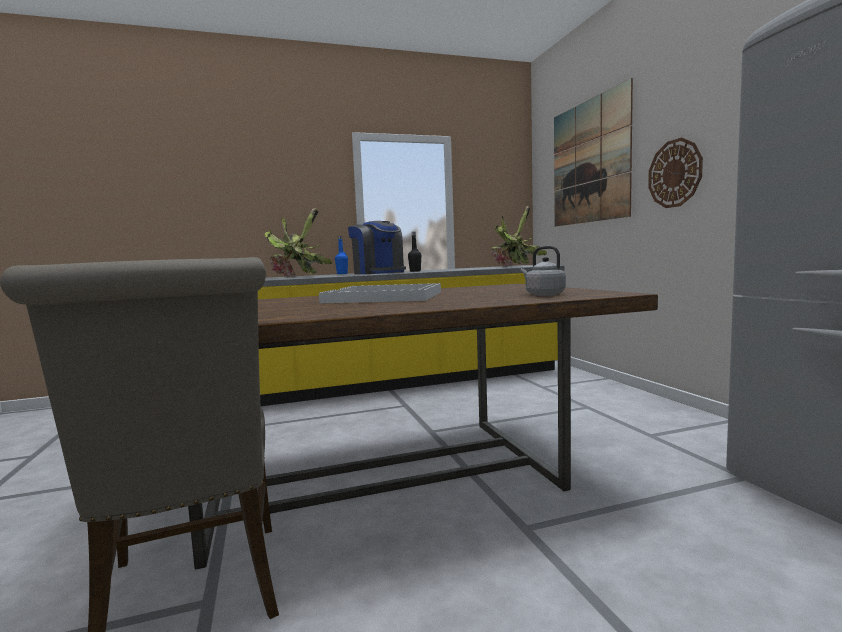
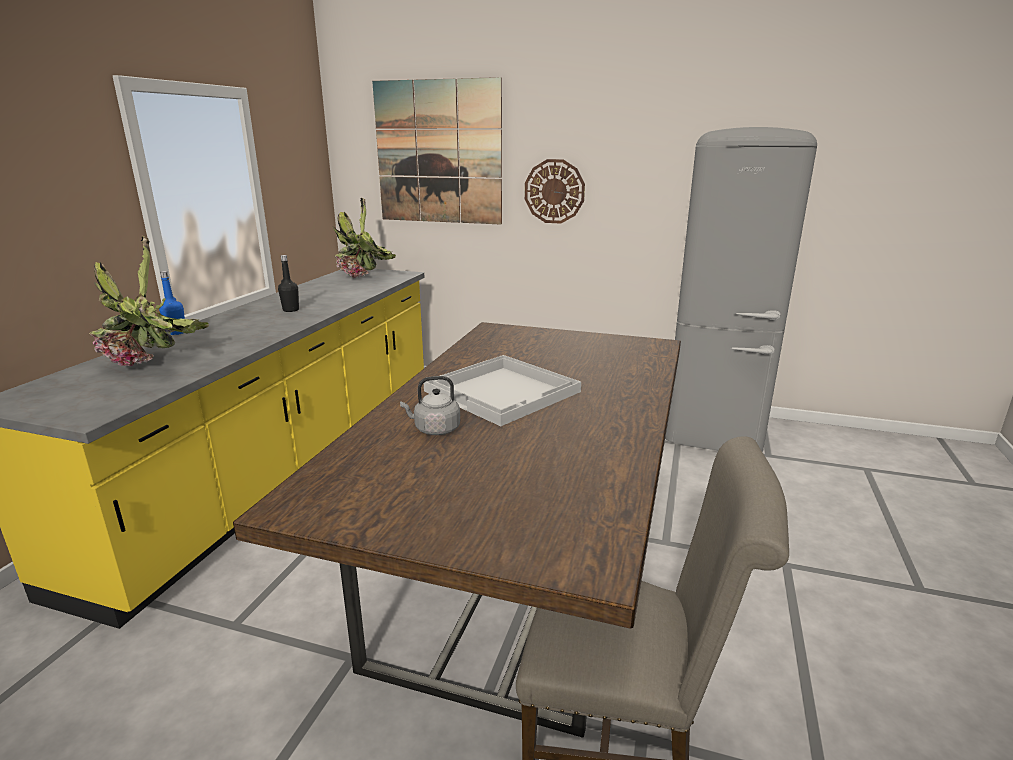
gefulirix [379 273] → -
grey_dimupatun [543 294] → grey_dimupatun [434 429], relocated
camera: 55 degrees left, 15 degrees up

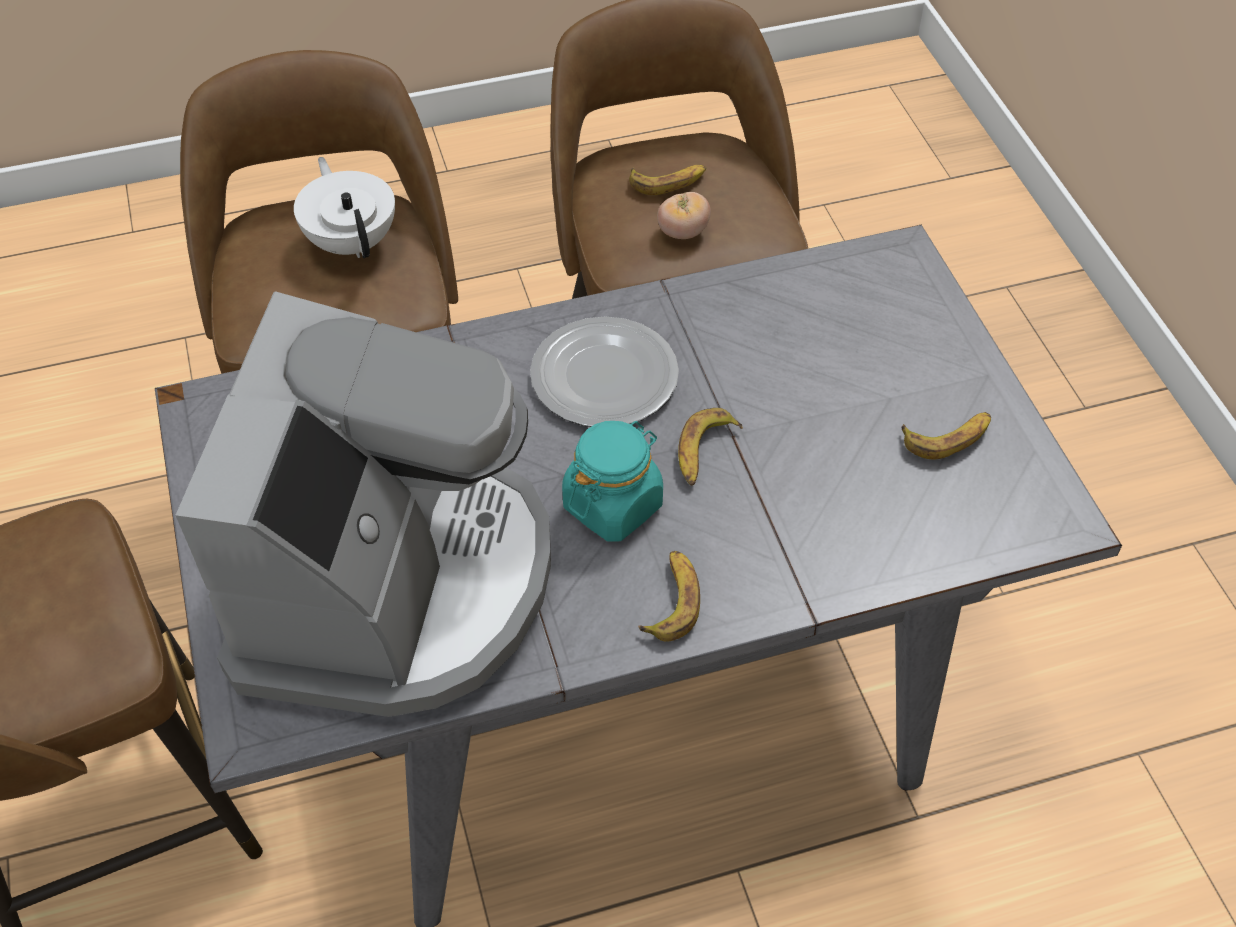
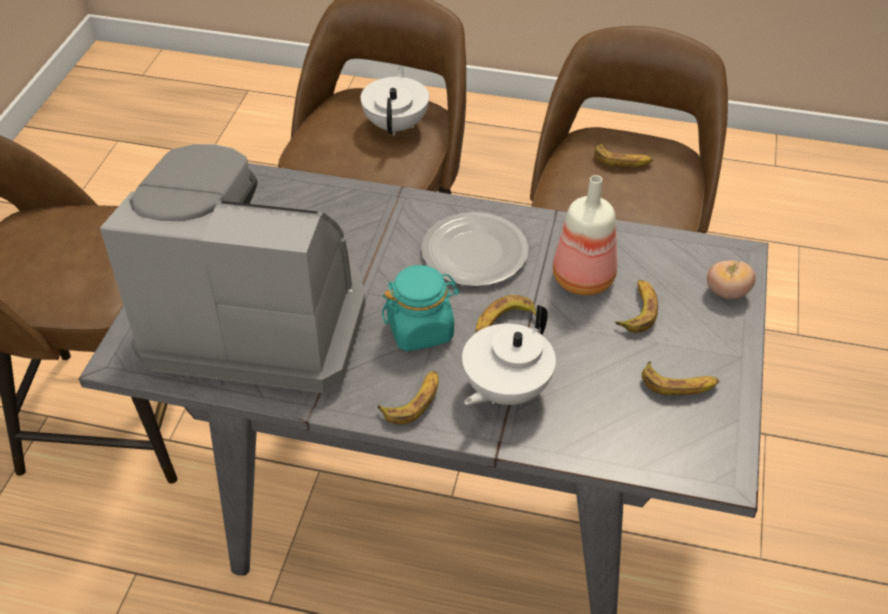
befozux [682 232] → befozux [726 292], relocated
gefulirix [395 585] → gefulirix [258 318], 120 degrees counterclockwise
- → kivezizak [583 277]
- → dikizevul [637 310]
- → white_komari [505 389]
camera: 30 degrees right, 5 degrees down

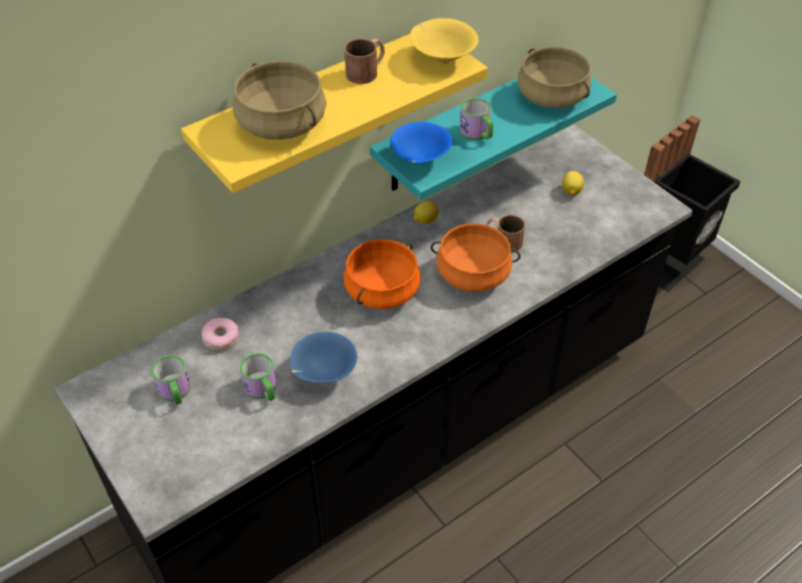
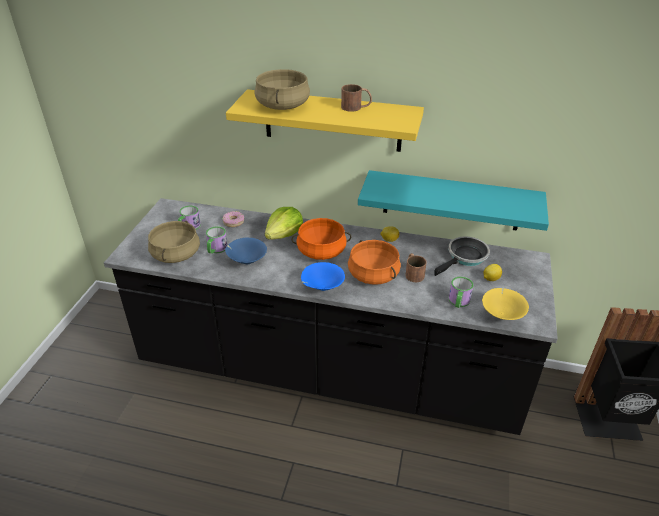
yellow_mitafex [441 58] → yellow_mitafex [502 314], relocated
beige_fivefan [552 97] → beige_fivefan [176 255], relocated
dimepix [477 133] → dimepix [458 302], relocated
blue_mitafex [420 160] → blue_mitafex [322 288], relocated
- → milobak [284 235]
- → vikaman [465 257]
camera: 50 degrees right, 10 degrees down

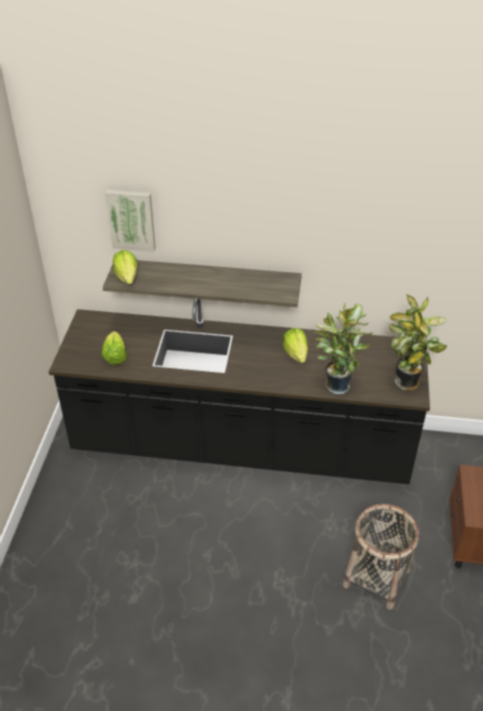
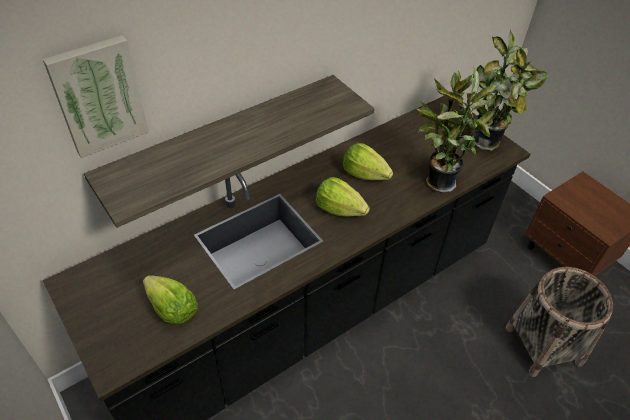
milobak [127 277] → milobak [339 209], relocated
camera: 45 degrees left, 5 degrees up

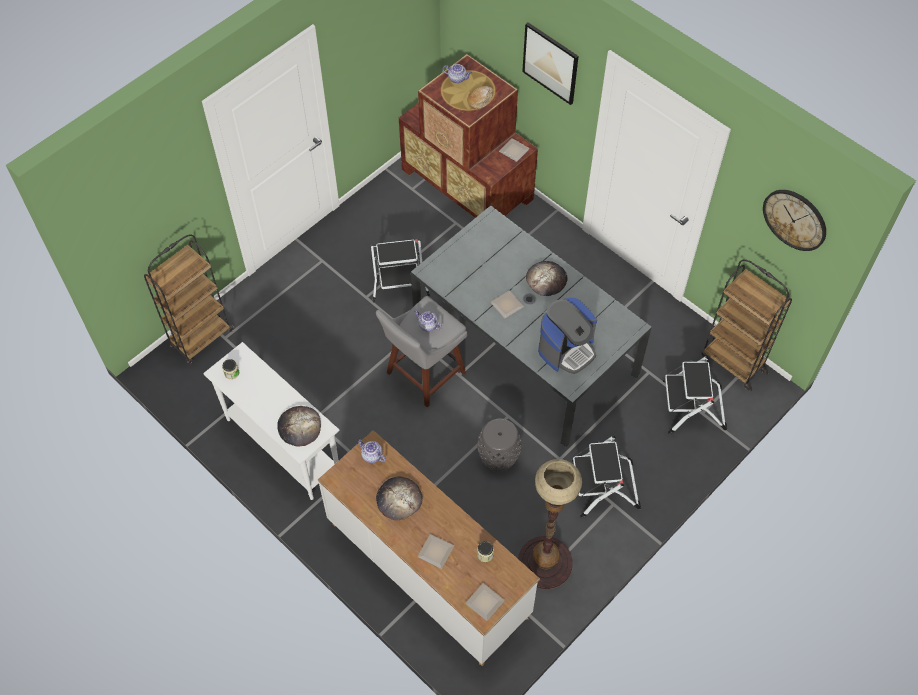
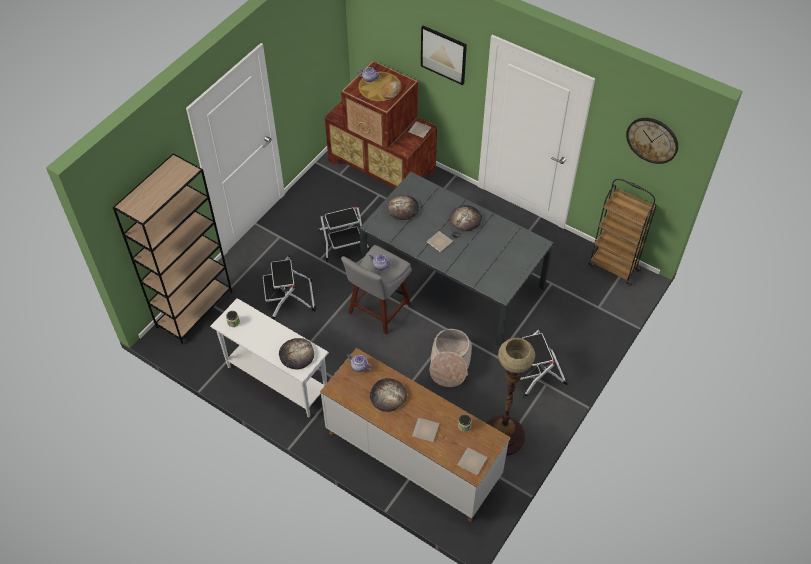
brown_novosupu [201 339] → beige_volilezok [194 309]
gefulirix [567 349] → -
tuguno [693 406] → tuguno [290 298], relocated
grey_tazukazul [498 457] → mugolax [449 363]
- → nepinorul [403 209]
camera: 10 degrees left, 5 degrees down

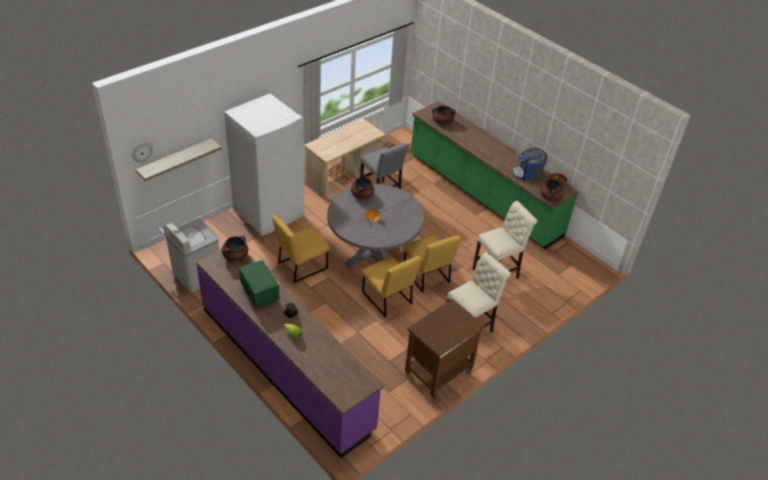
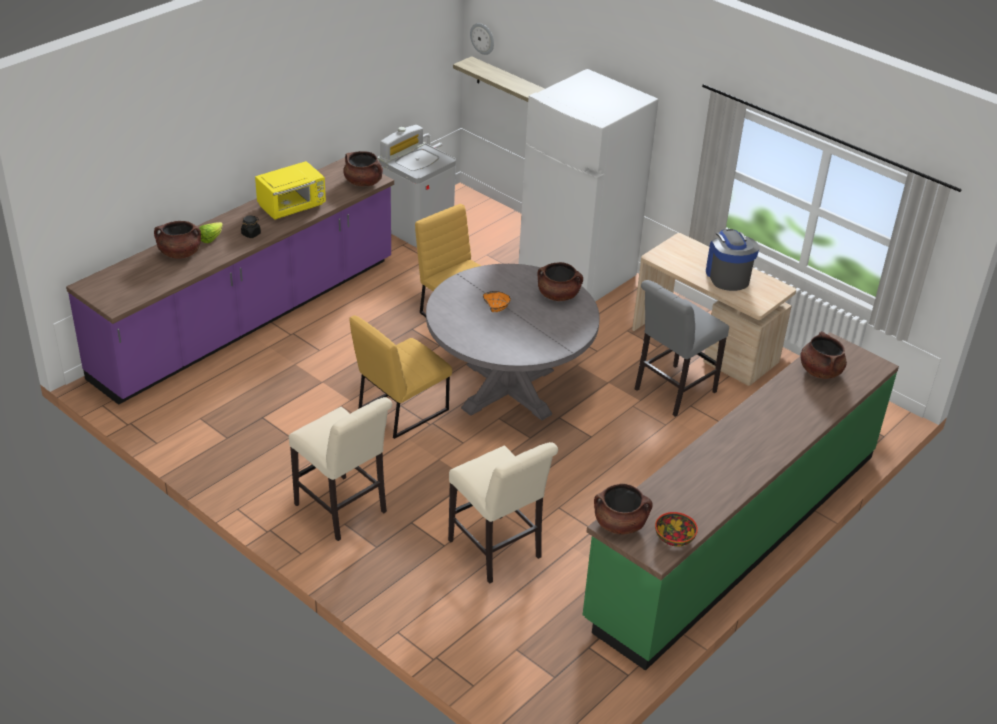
gefulirix [528 174] → gefulirix [727 276], relocated
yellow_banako [426 276] → -
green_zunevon [260 292] → yellow_zunevon [292 207]
brown_novosupu [437 374] → -
- → brown_fivefan [180 253]
camera: 85 degrees right, 5 degrees down

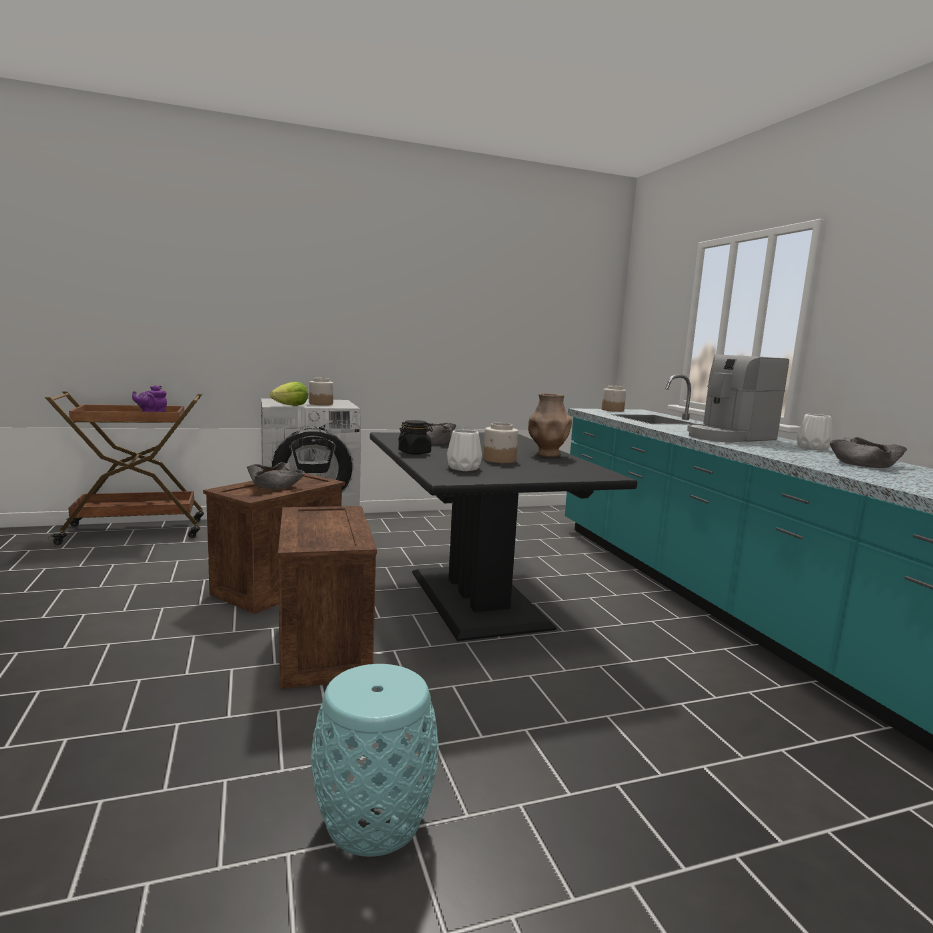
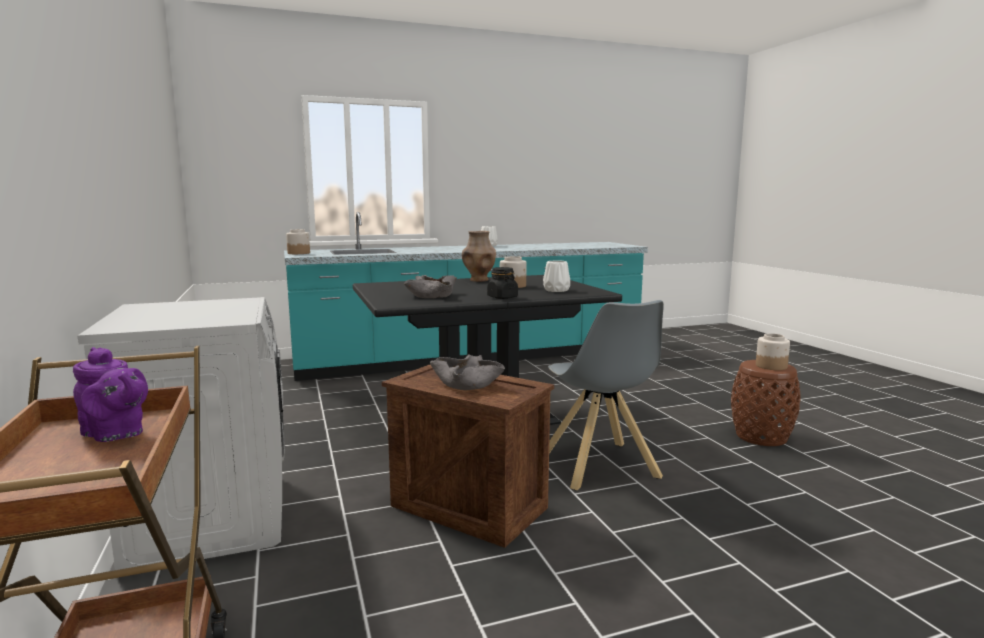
gefulirix [729 437] → -
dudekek [321 404] → dudekek [770 366], relocated
milobak [291 406] → -
grey_mitafex [865 464] → -
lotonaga [322 648] → grey_banako [600 467]
turquoise_tazukazul [374 820] → brown_tazukazul [761 437]
camera: 90 degrees left, 0 degrees up

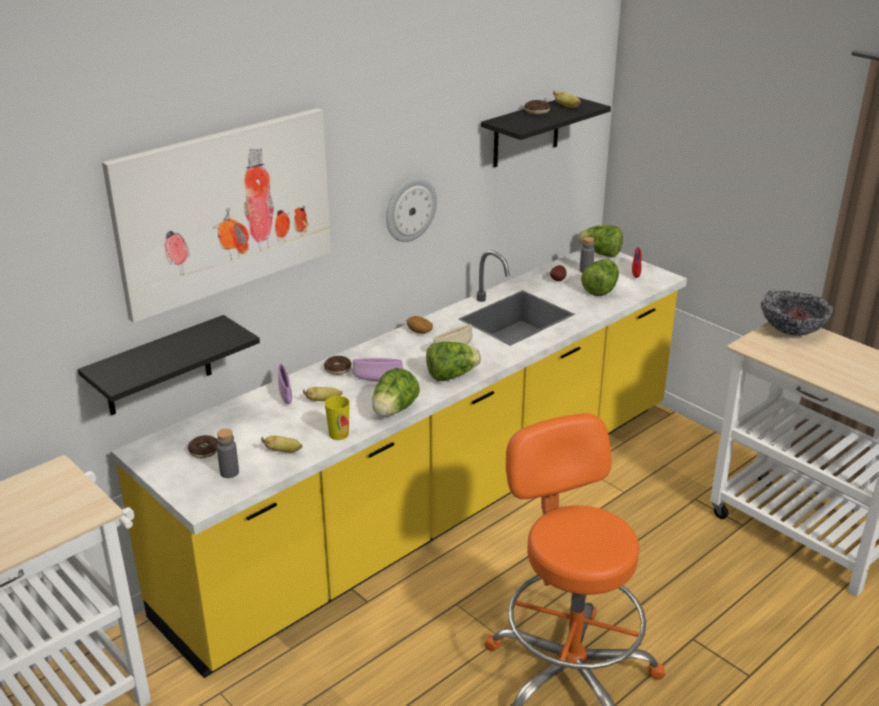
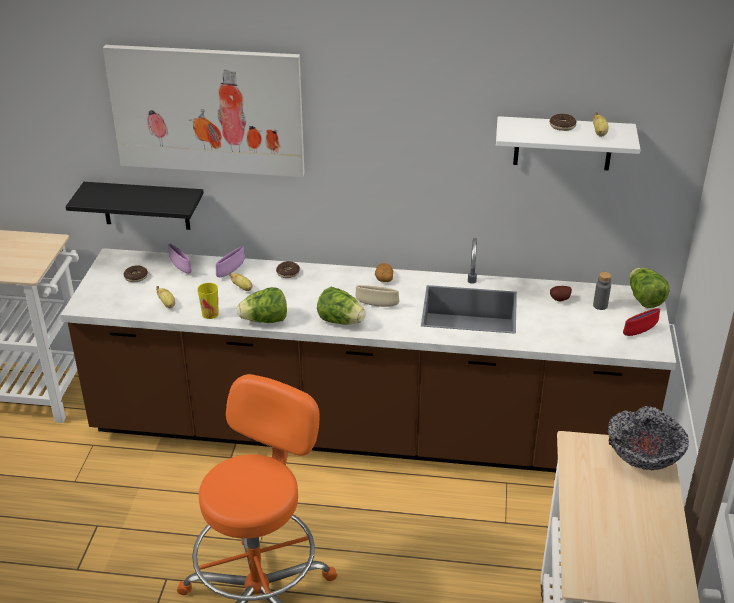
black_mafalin [526 132] → white_mafalin [563 143]
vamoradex [410 209] → -
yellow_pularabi [439 505] → brown_pularabi [367 433]
milobak [600 290] → -
purple_mitafex [378 379] → purple_mitafex [180 268], relocated
grey_kivezizak [229 472] → -
camera: 50 degrees right, 5 degrees up

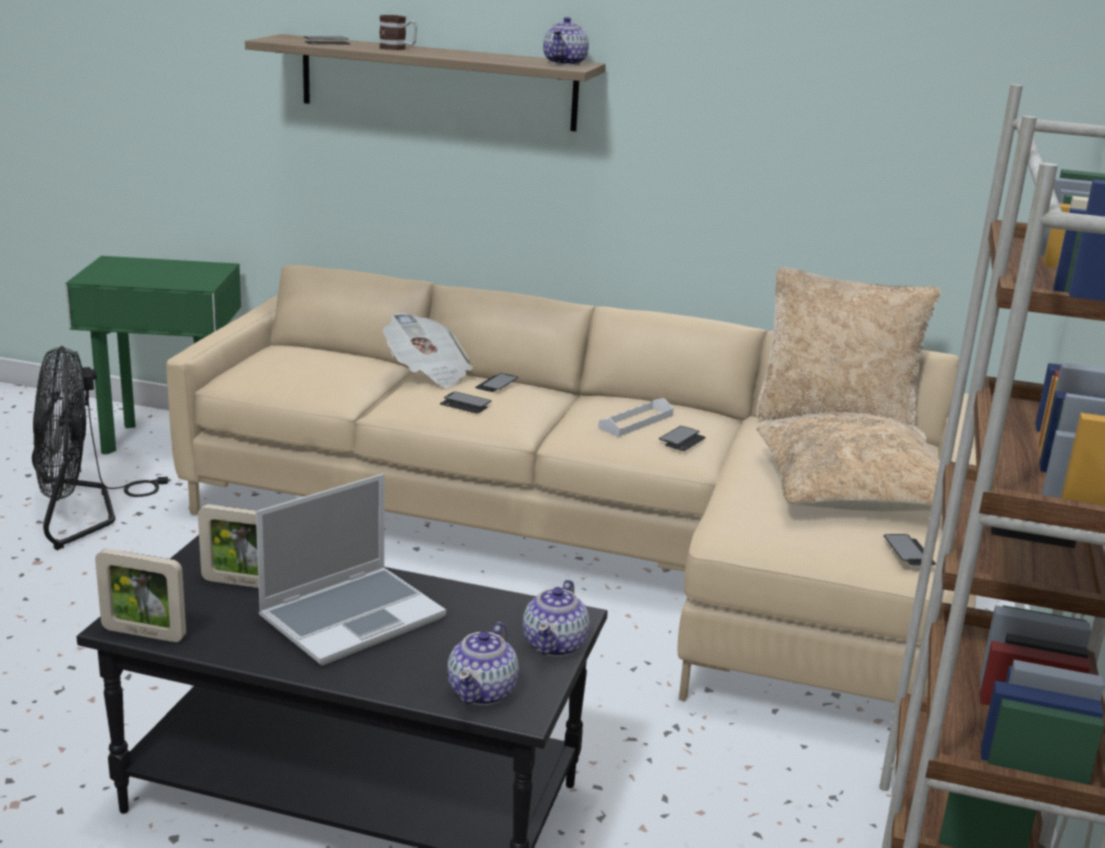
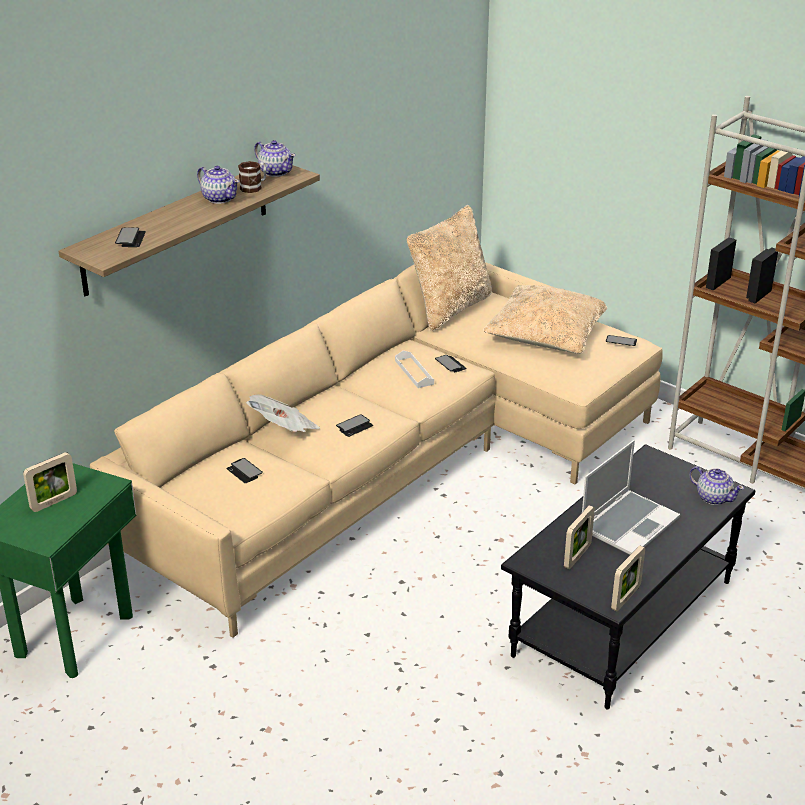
dimepix [398 48] → dimepix [254 187], relocated
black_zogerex [84 507] → -
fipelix [496 384] → fipelix [244 471], relocated
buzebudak [353 616] → buzebudak [628 524], 60 degrees clockwise
komari [555 644] → komari [219 198], relocated
- → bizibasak [54 502]
camera: 65 degrees left, 10 degrees up

